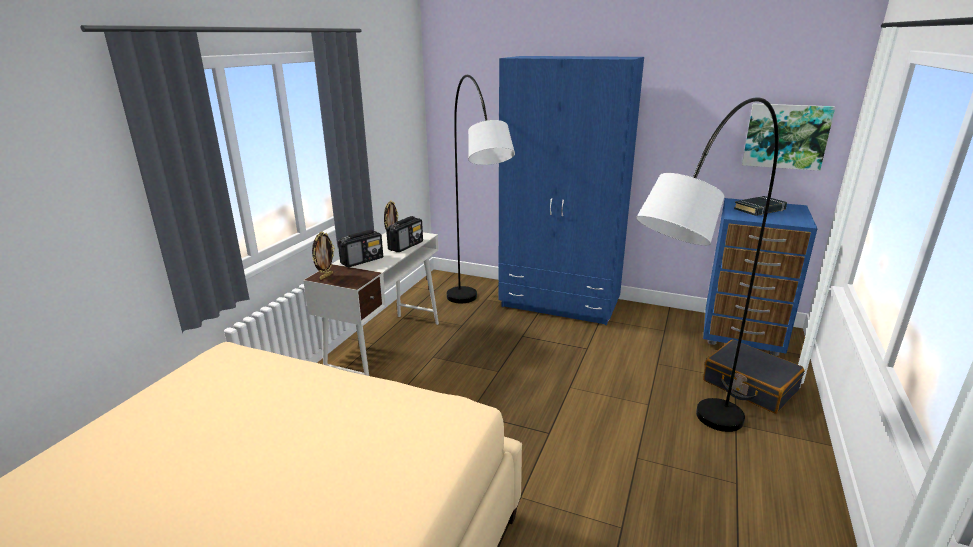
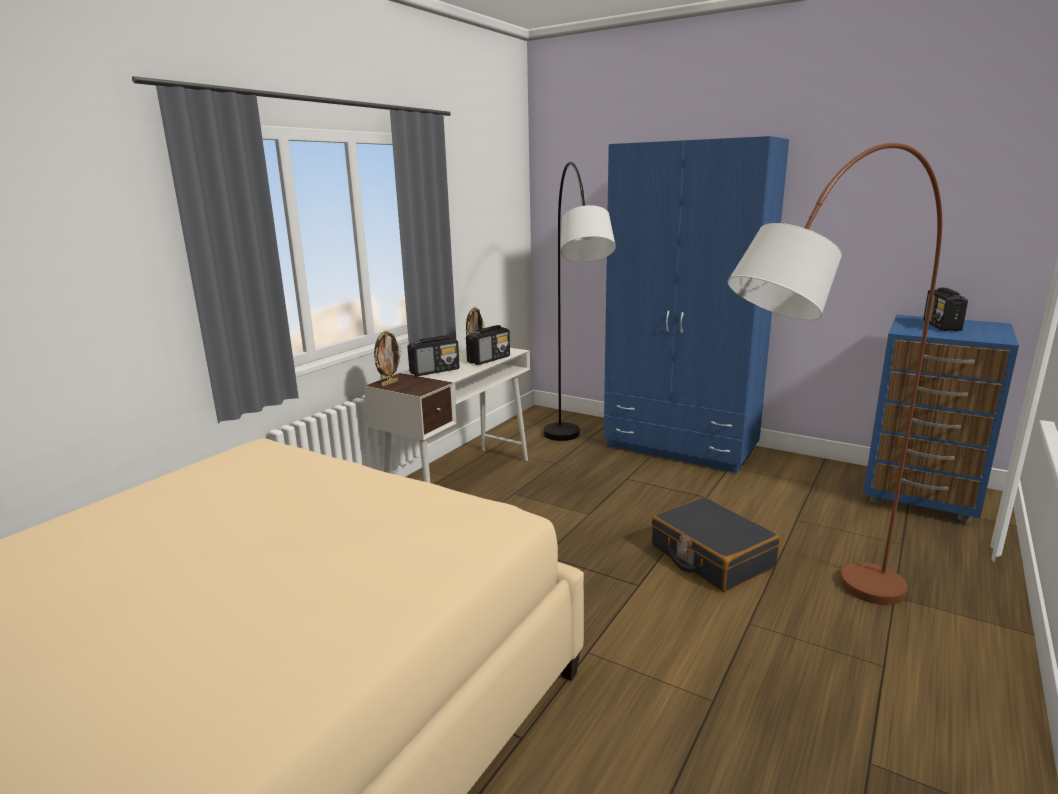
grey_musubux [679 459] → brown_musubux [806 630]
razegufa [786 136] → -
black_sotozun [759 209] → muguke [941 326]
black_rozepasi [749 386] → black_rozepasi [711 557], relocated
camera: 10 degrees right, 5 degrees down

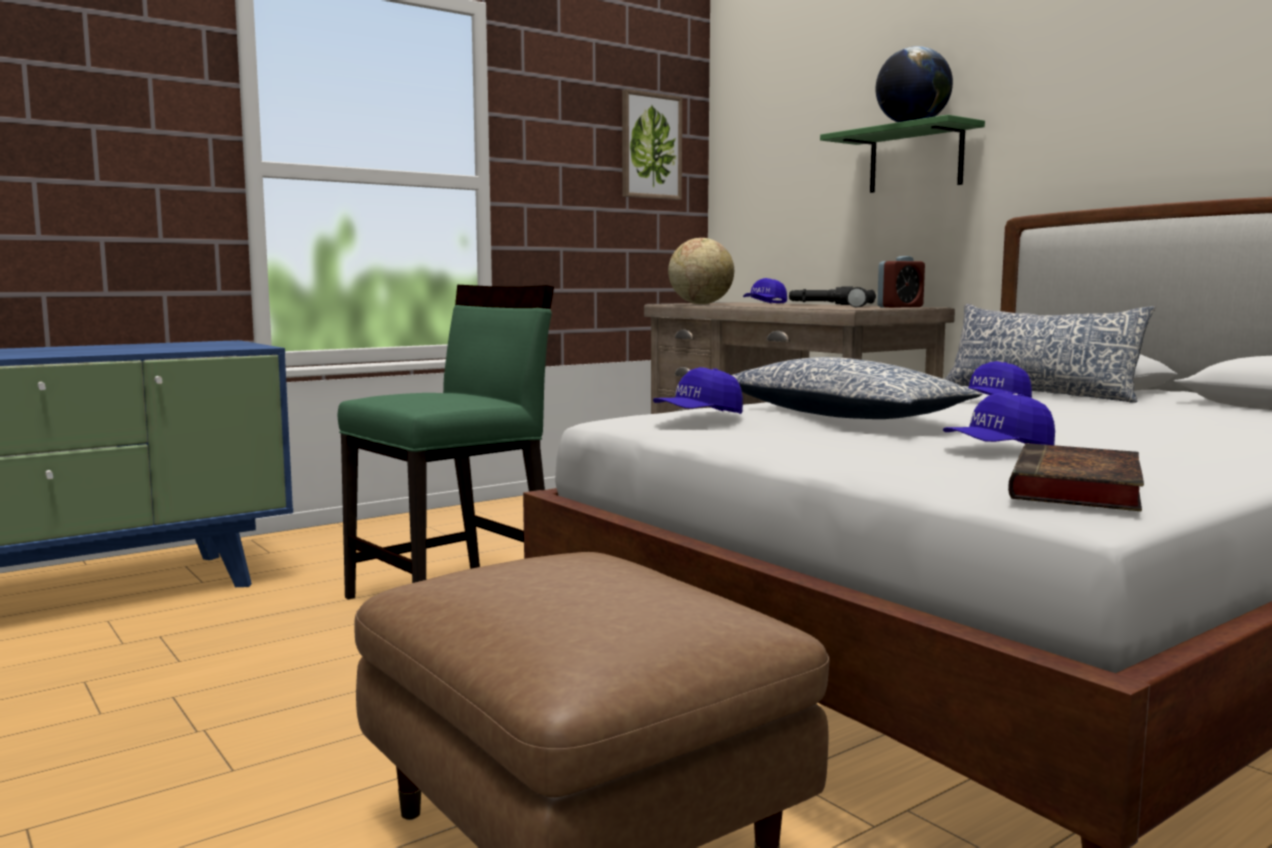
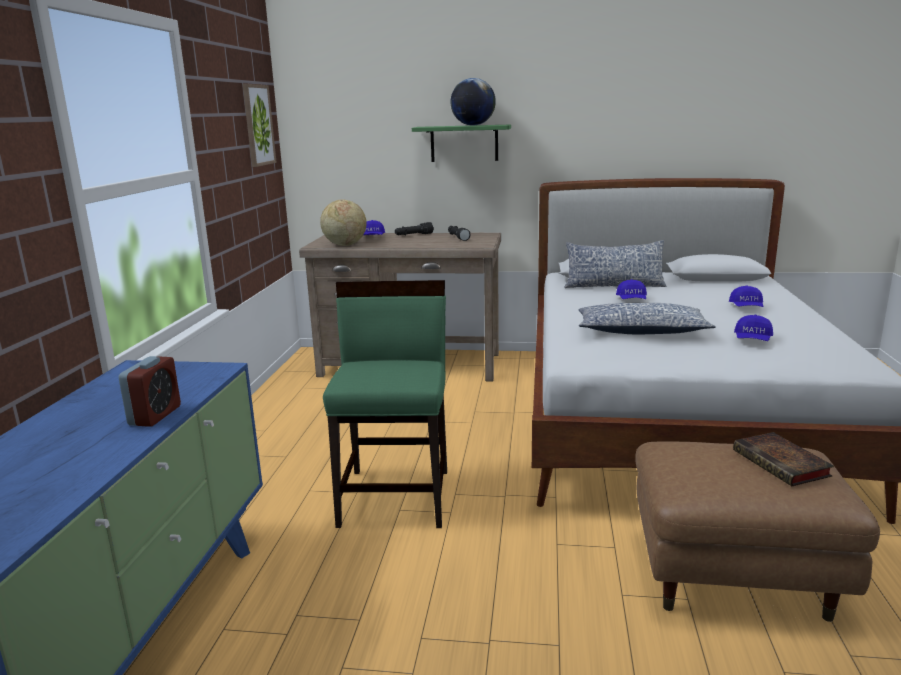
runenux [900 307] → runenux [155 415], relocated
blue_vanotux [698 416] → blue_vanotux [746 308], relocated
sotozun [1078 489] → sotozun [783 464], relocated
camera: 45 degrees left, 10 degrees up

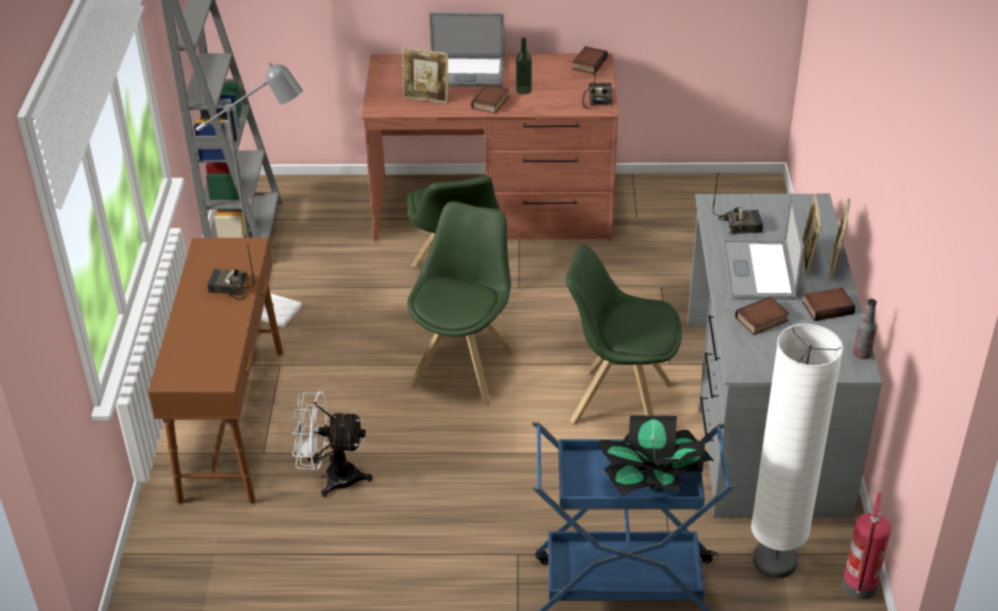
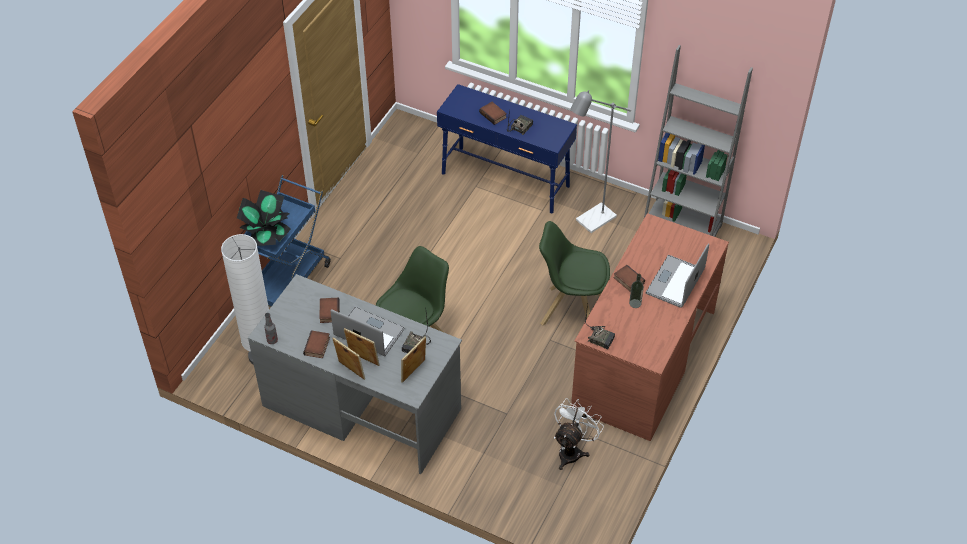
sotozun [588 63] → sotozun [493 115], relocated
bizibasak [426 99] → bizibasak [414 372], relocated
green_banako [464 368] → -
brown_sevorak [234 424] → blue_sevorak [505 180]
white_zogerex [332 477] → white_zogerex [572 450], relocated
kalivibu [860 587] → -
camera: 115 degrees right, 10 degrees up

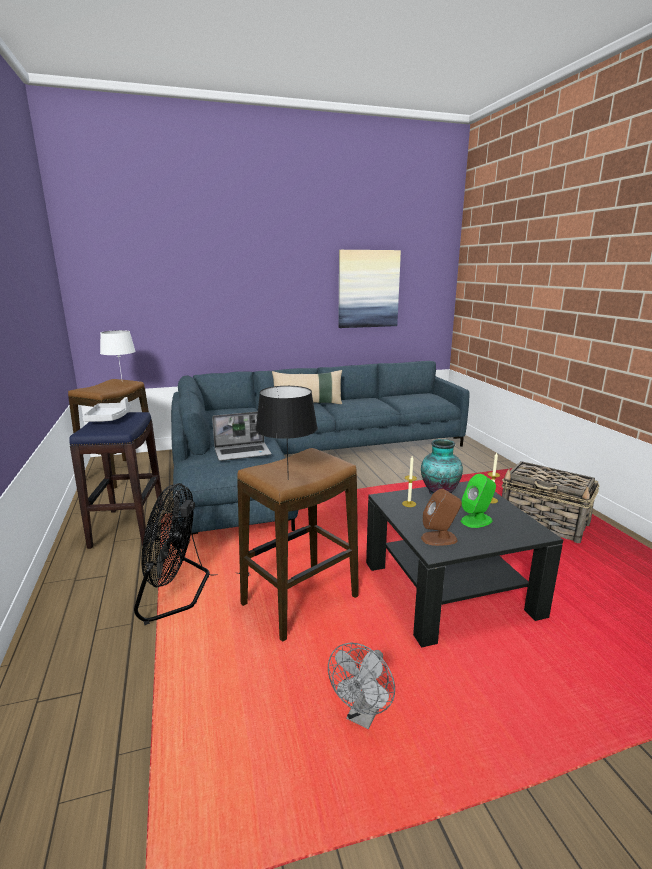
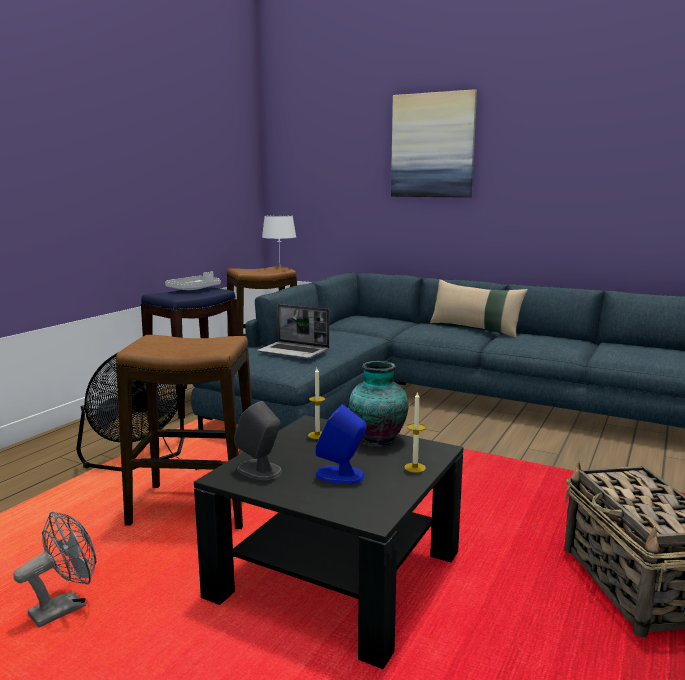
razegufa [368 289] → razegufa [433 145], relocated
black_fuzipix [288 479] → -
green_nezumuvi [476 520] → blue_nezumuvi [340 475]
brown_nezumuvi [439 538] → grey_nezumuvi [260 470]
grey_zogerex [363 716] → grey_zogerex [65 607], 150 degrees clockwise
camera: 45 degrees right, 5 degrees down

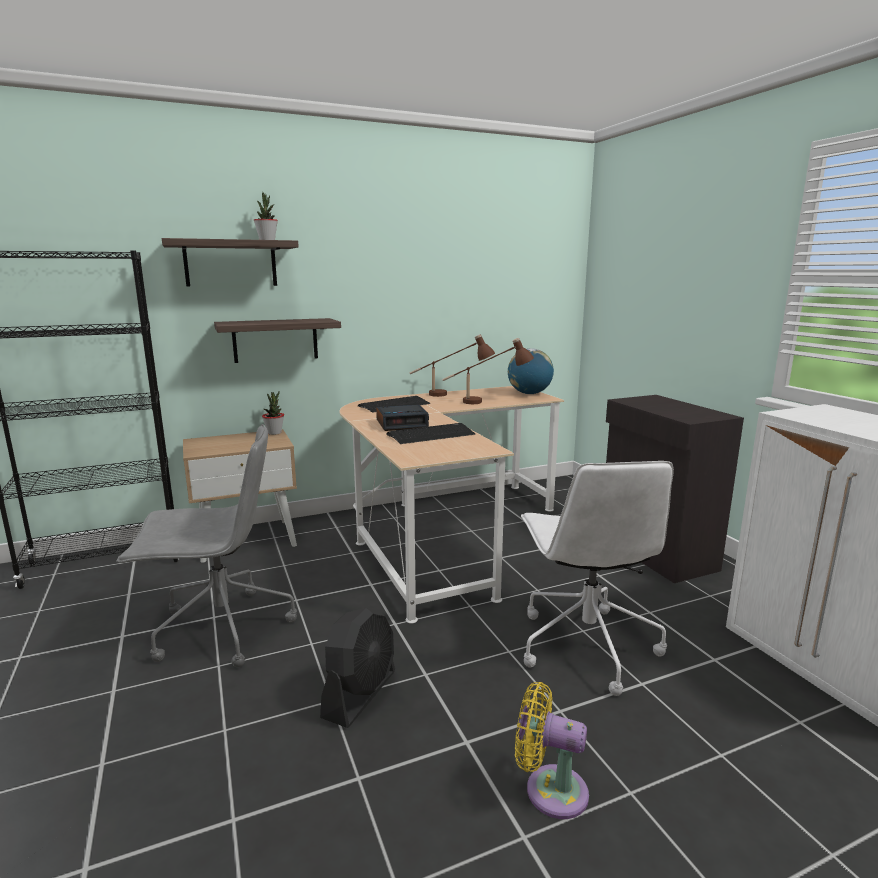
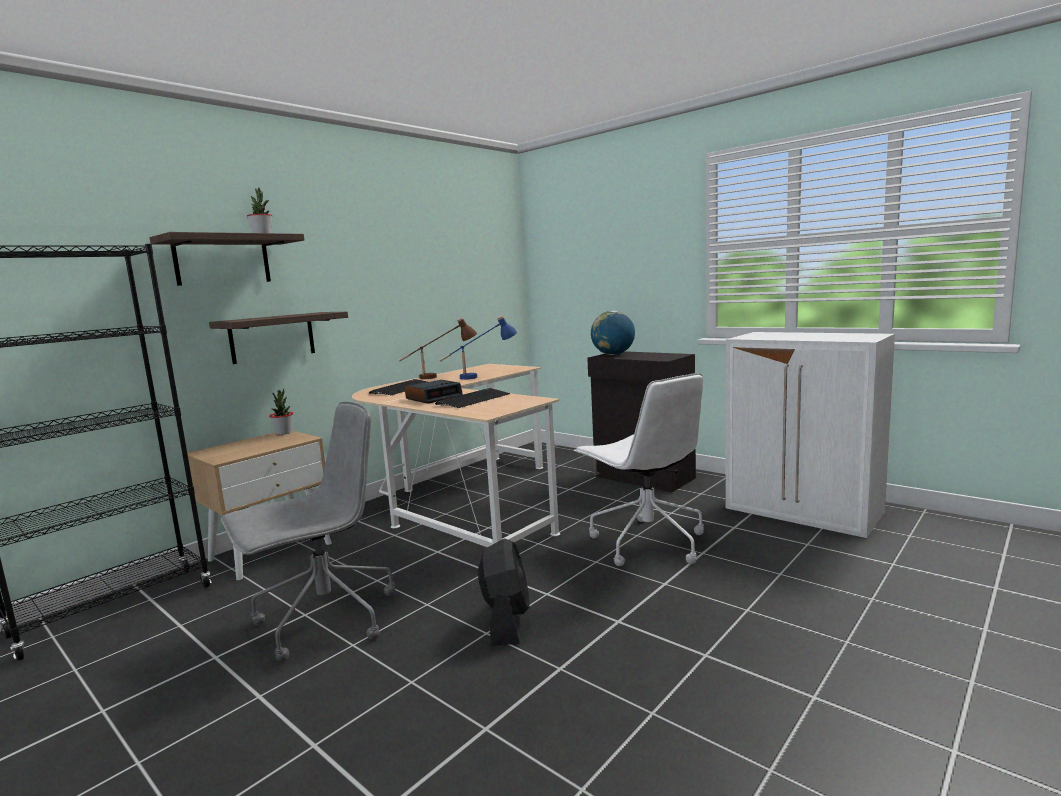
brown_fuzipix [486 402] → blue_fuzipix [481 376]
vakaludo [529 393] → vakaludo [613 354], relocated
yellow_zogerex [549 789] → -
camera: 25 degrees left, 5 degrees down

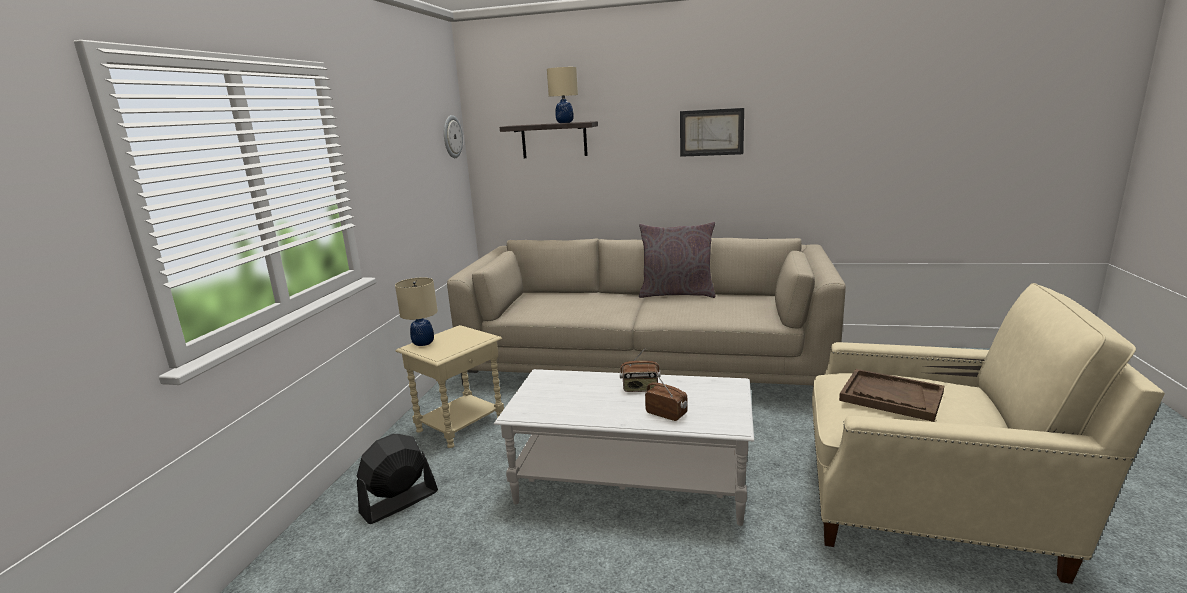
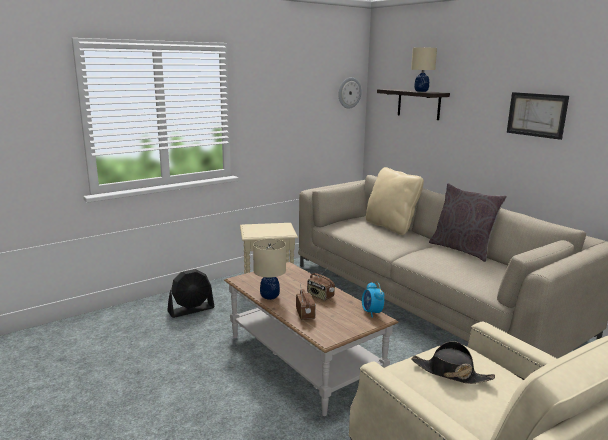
beige_fuzipix [423 344] → beige_fuzipix [269 297], relocated
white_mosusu [631 482] → brown_mosusu [303 359]
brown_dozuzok [891 397] → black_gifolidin [450 373]
black_zogerex [399 502] → black_zogerex [191 310], 150 degrees clockwise
- → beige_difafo [391 227]
- → runenux [371 312]
camera: 40 degrees right, 0 degrees up

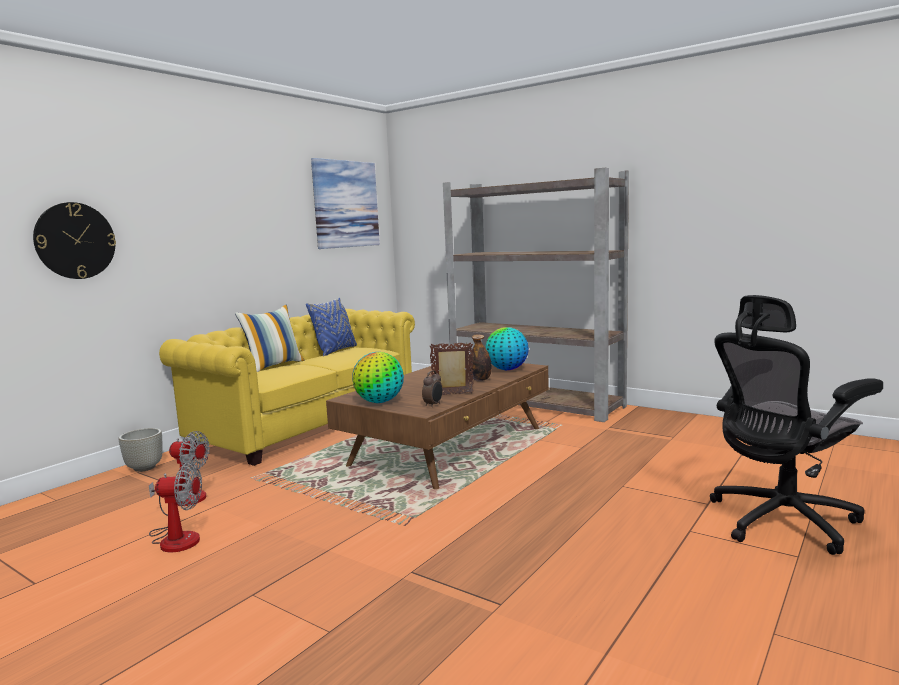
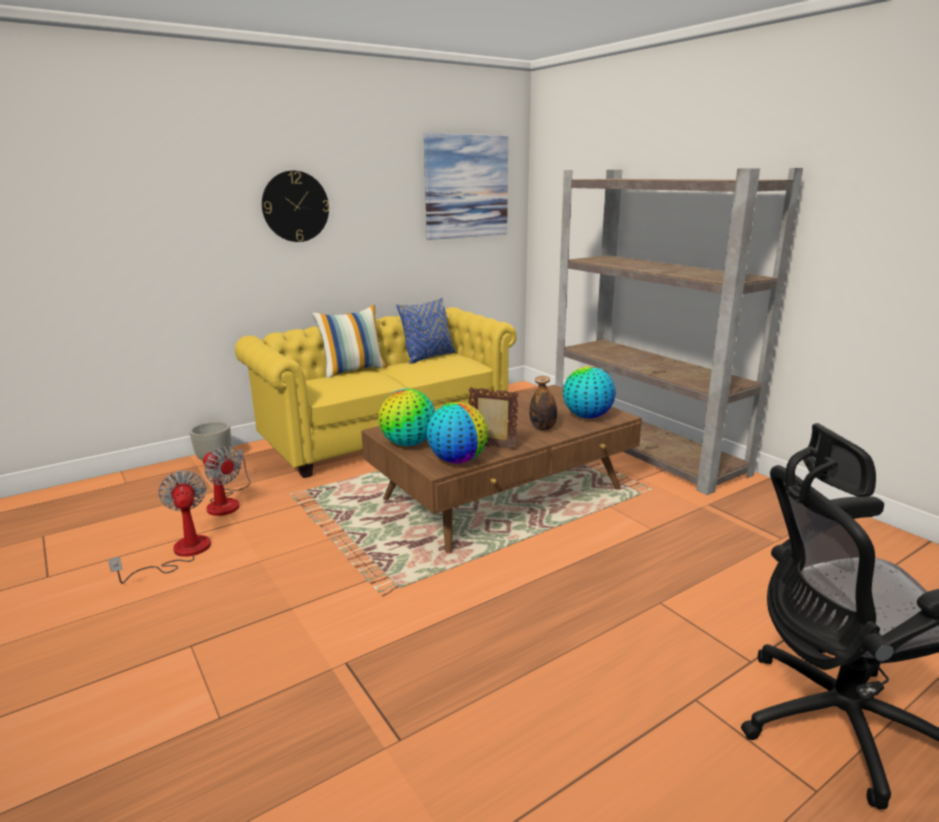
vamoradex [75 241] → vamoradex [295 206], relocated
runenux [433 405] → vakaludo [457 460]
zogerex [176 537] → zogerex [181 553], 135 degrees counterclockwise
camera: 20 degrees right, 10 degrees up

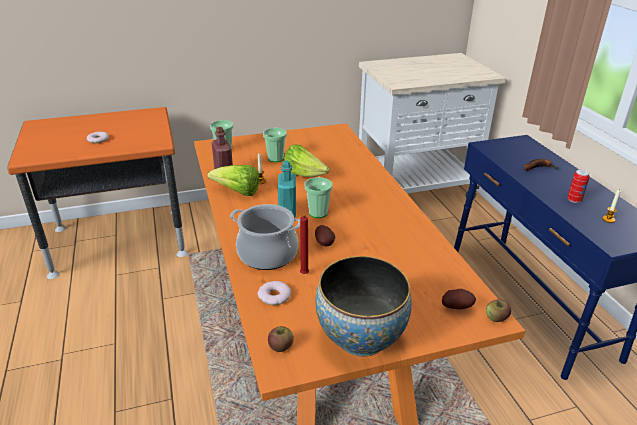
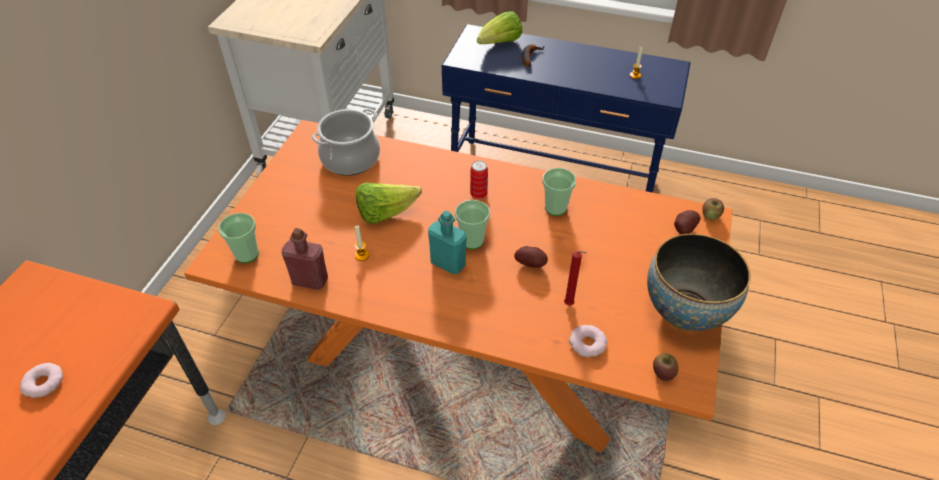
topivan [275 158] → topivan [555 208], relocated
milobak [237 192] → milobak [500 44], relocated
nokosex [574 200] → nokosex [478 194], relocated
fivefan [268 254] → fivefan [350 158], relocated
camera: 55 degrees left, 15 degrees up

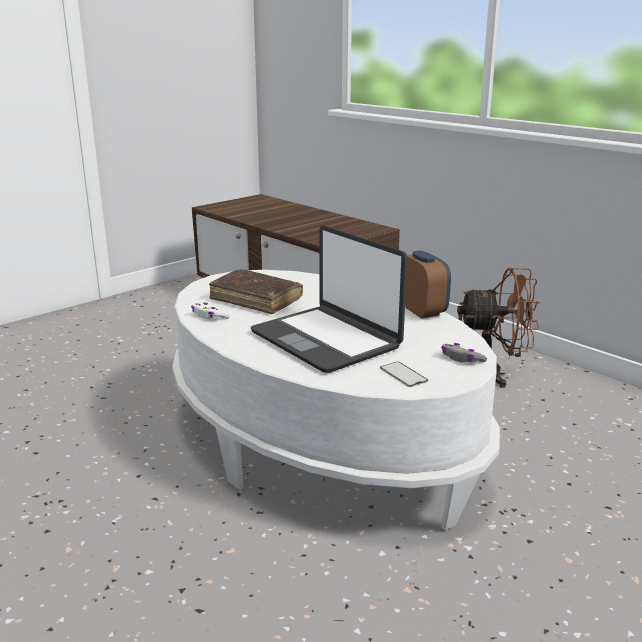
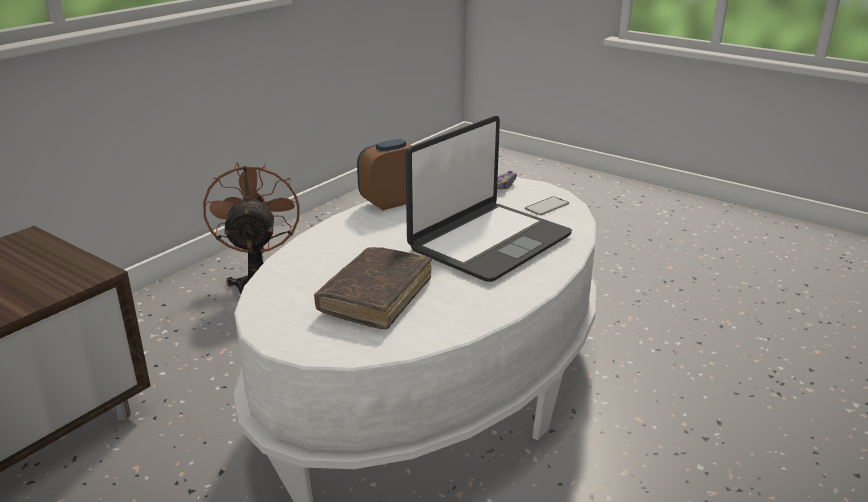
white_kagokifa [209 316] → -
camera: 100 degrees left, 5 degrees up

